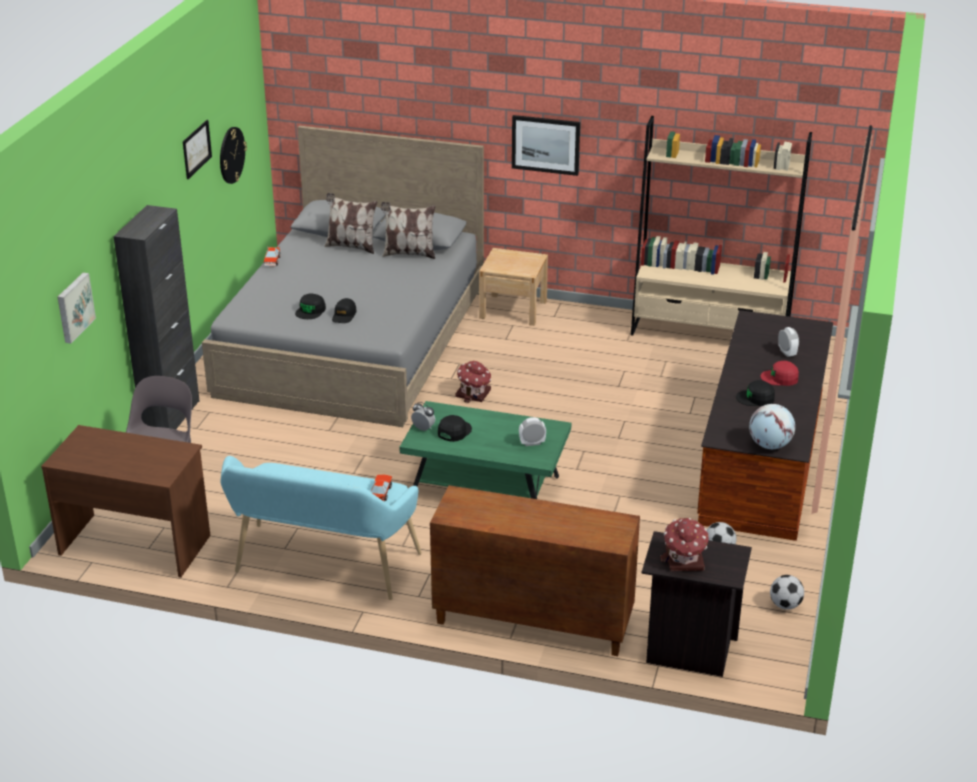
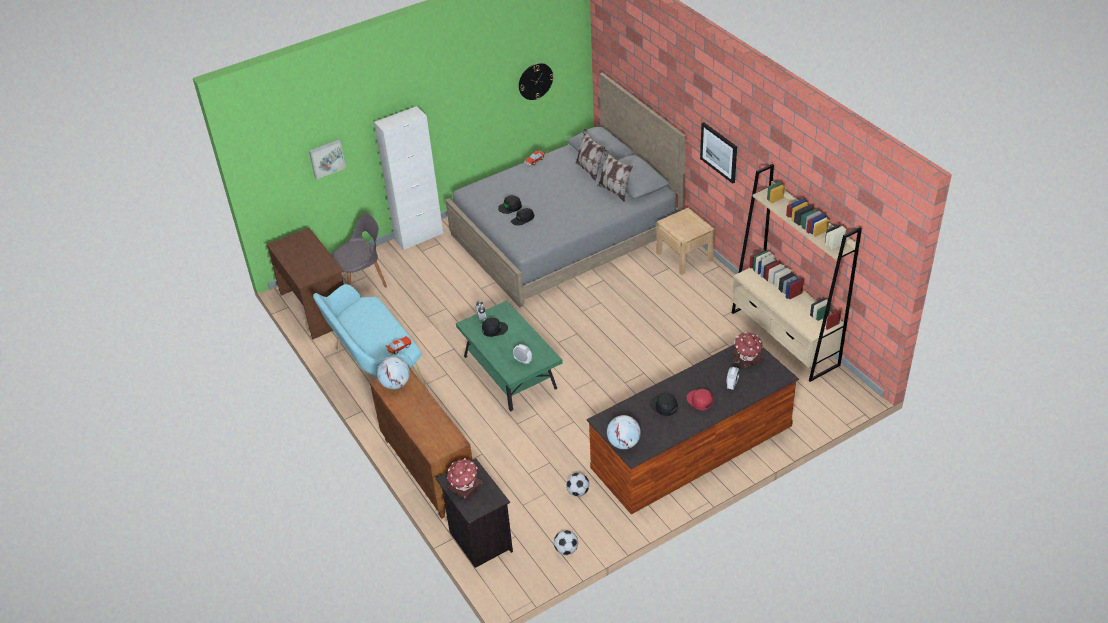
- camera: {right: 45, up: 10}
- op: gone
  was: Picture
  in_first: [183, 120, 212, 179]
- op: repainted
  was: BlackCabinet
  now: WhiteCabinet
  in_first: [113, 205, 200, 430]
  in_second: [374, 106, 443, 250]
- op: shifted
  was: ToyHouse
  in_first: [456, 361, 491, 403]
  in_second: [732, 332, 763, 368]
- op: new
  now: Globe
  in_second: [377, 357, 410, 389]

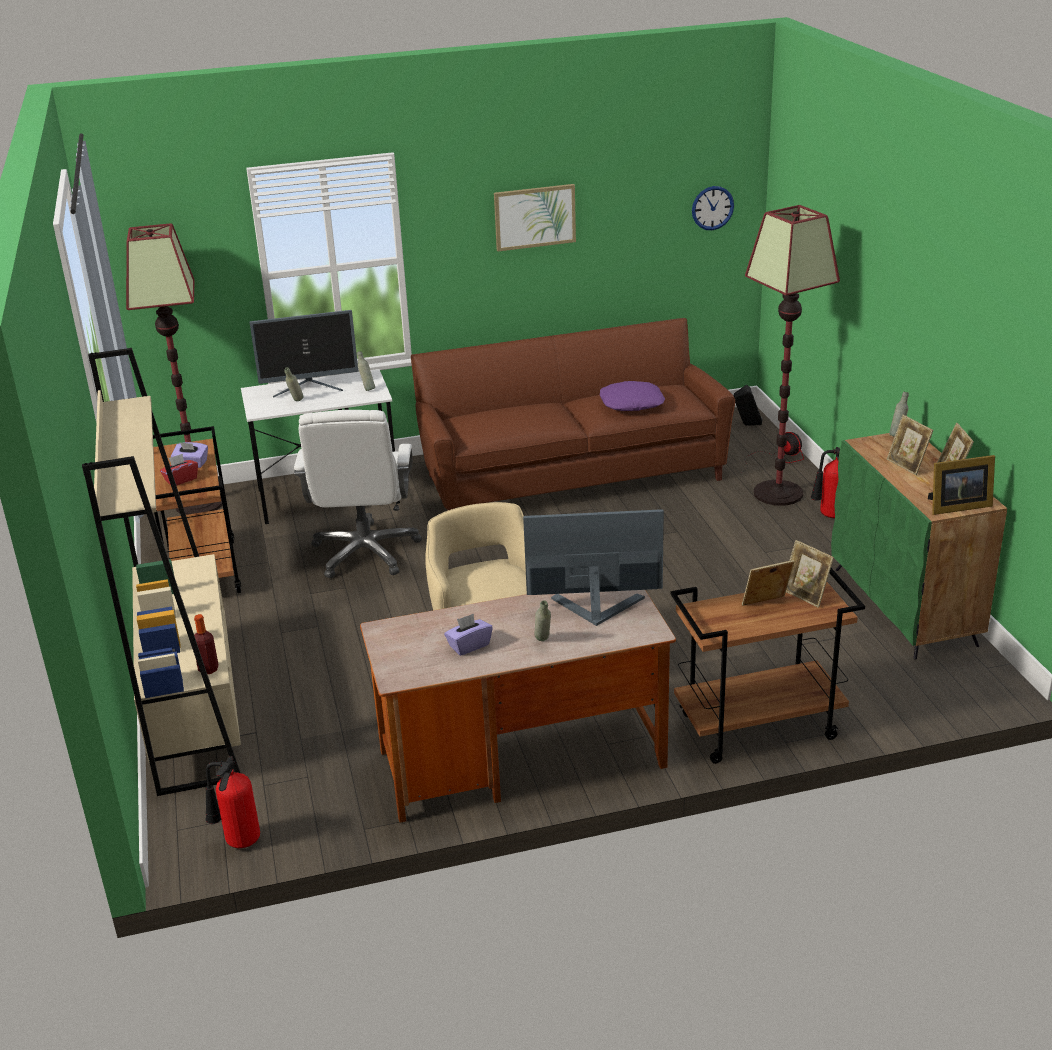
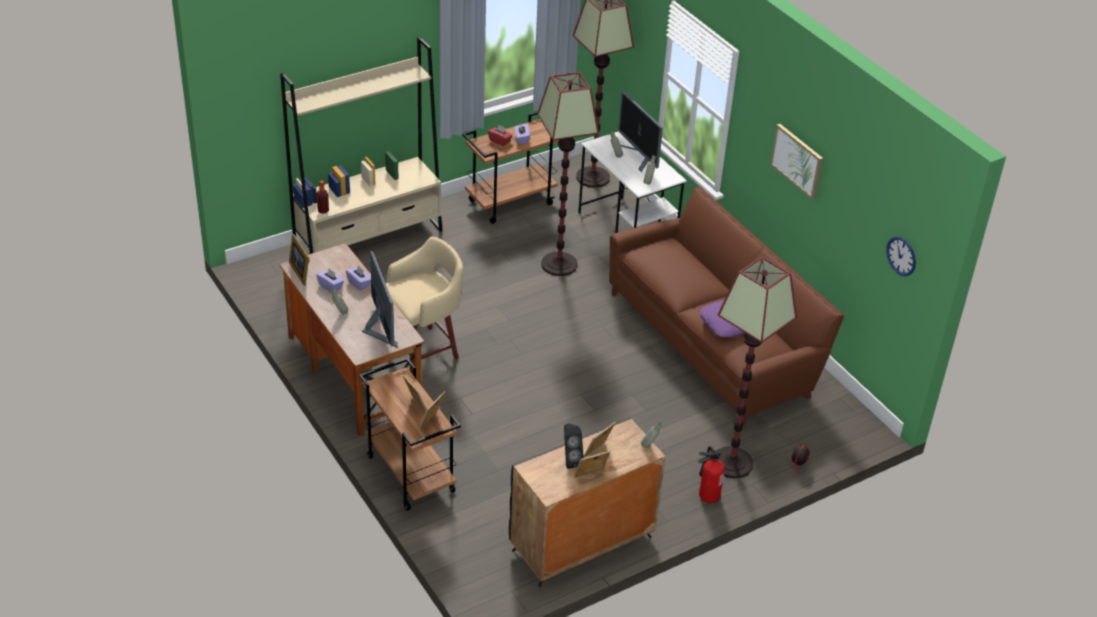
- camera: {right: 70, up: 10}
- op: shifted
  was: BlackSpeaker
  in_first: [734, 385, 763, 426]
  in_second: [564, 423, 584, 469]
- op: swapped
  was: WhiteOfficeChair
  now: FloorLamp
  in_first: [294, 410, 422, 578]
  in_second: [537, 72, 599, 276]
- op: repainted
  was: GreenCabinet
  now: BlackCabinet
  in_first: [831, 433, 1007, 659]
  in_second: [509, 418, 665, 587]
- op: shifted
  was: PictureFrame
  in_first: [928, 455, 995, 515]
  in_second: [289, 234, 309, 286]
- op: gone
  was: FireExtinguisher
  in_first: [205, 756, 260, 848]
- op: new
  now: PurpleTissueBox
  in_second: [346, 266, 371, 291]

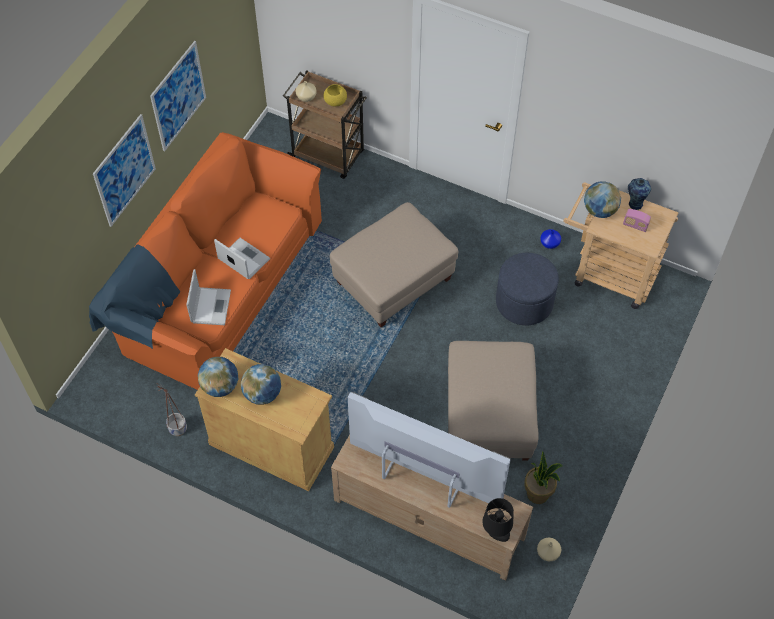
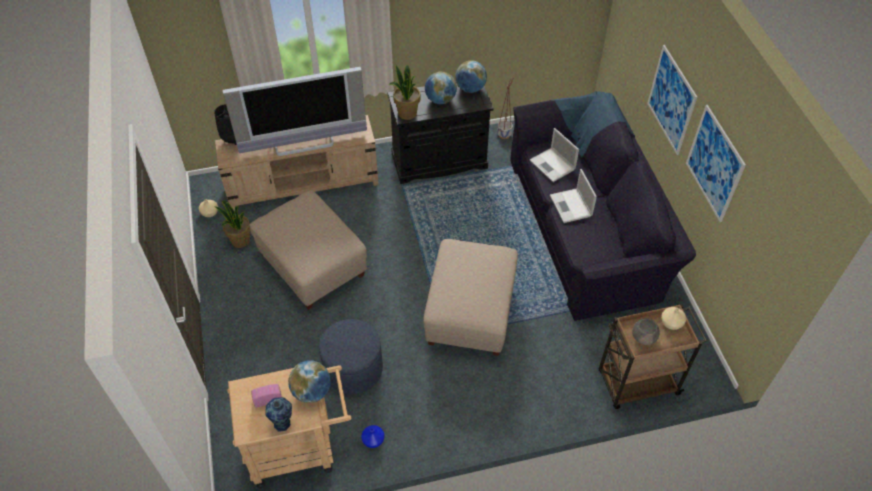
- camera: {right: 140, up: -5}
- op: repainted
  was: YellowBowl
  now: GreyBowl
  in_first: [324, 84, 347, 106]
  in_second: [632, 318, 660, 345]
- op: repainted
  was: OrangeSofa
  now: BlackSofa
  in_first: [89, 132, 322, 390]
  in_second: [510, 91, 696, 321]
- op: rotated
  was: Laptop
  in_first: [214, 238, 270, 279]
  in_second: [550, 169, 597, 223]
  clockwise: 75
- op: repainted
  was: BeigeCabinet
  now: BlackCabinet
  in_first: [195, 348, 334, 491]
  in_second: [387, 81, 494, 184]
- op: new
  now: PottedPlant
  in_second: [389, 64, 421, 120]

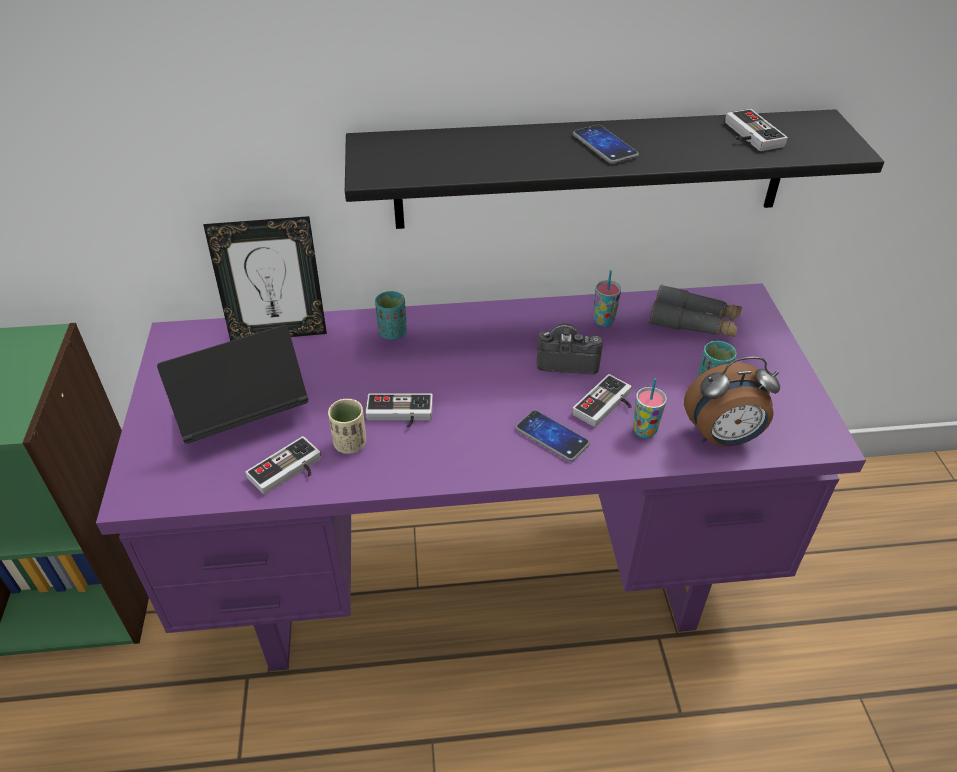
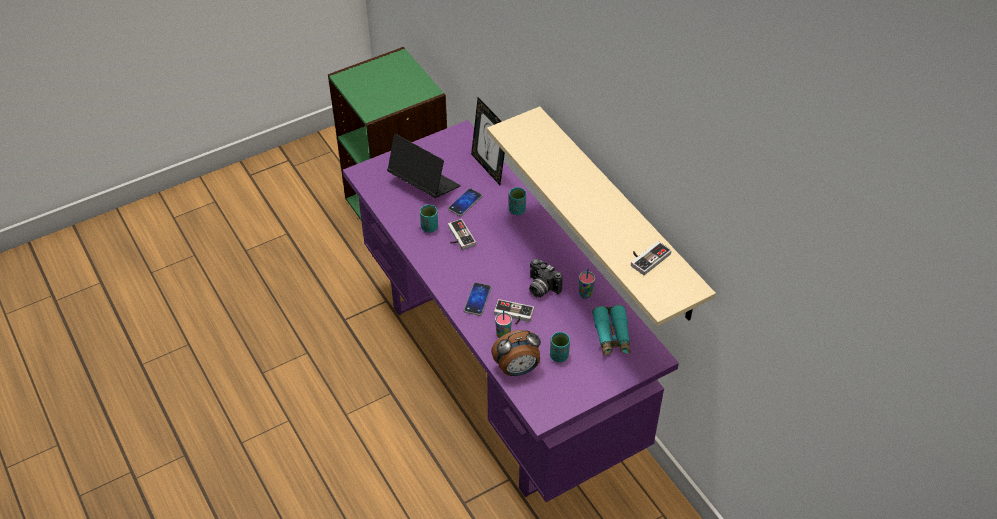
- camera: {right: 65, up: 5}
- op: repainted
  was: BlackShelf
  now: BeigeShelf
  in_first: [345, 109, 884, 229]
  in_second: [487, 106, 716, 326]
- op: shifted
  was: Phone
  in_first: [573, 125, 639, 164]
  in_second: [448, 188, 482, 216]
- op: repainted
  was: GreyBinoculars
  now: TurquoiseBinoculars
  in_first: [649, 285, 742, 337]
  in_second: [592, 305, 631, 356]
- op: rotated
  was: PhotoCamera
  in_first: [537, 323, 603, 374]
  in_second: [529, 259, 563, 298]
  clockwise: 150
- op: rotated
  was: AlarmClock
  in_first: [684, 357, 780, 446]
  in_second: [491, 330, 541, 376]
  clockwise: -75
- op: repainted
  was: BeigeCup
  now: TurquoiseCup
  in_first: [328, 399, 366, 454]
  in_second: [420, 205, 438, 233]
- op: gone
  was: GameController
  in_first: [245, 436, 321, 495]

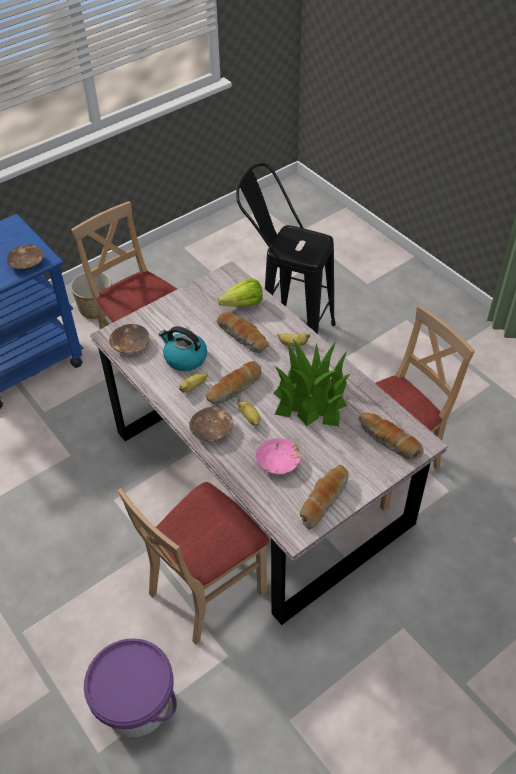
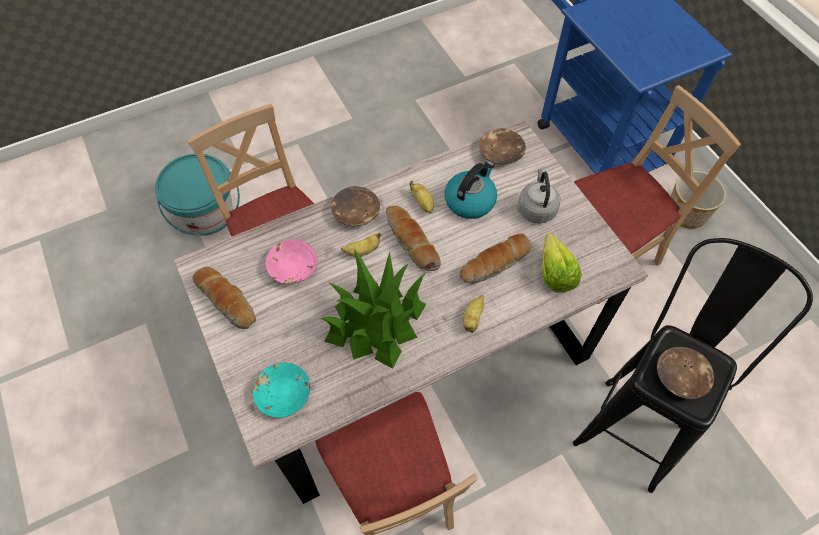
- camera: {right: 100, up: 10}
- op: shifted
  was: BrownBowl
  in_first: [7, 245, 44, 270]
  in_second: [657, 347, 714, 399]
- op: swapped
  was: Bread
  now: TurquoiseBowl
  in_first: [359, 412, 424, 459]
  in_second: [253, 363, 310, 418]
- op: repainted
  was: PurpleBucket
  now: TurquoiseBucket
  in_first: [84, 638, 177, 737]
  in_second: [155, 154, 240, 236]
- op: new
  now: GreyKettle
  in_second: [518, 168, 560, 224]

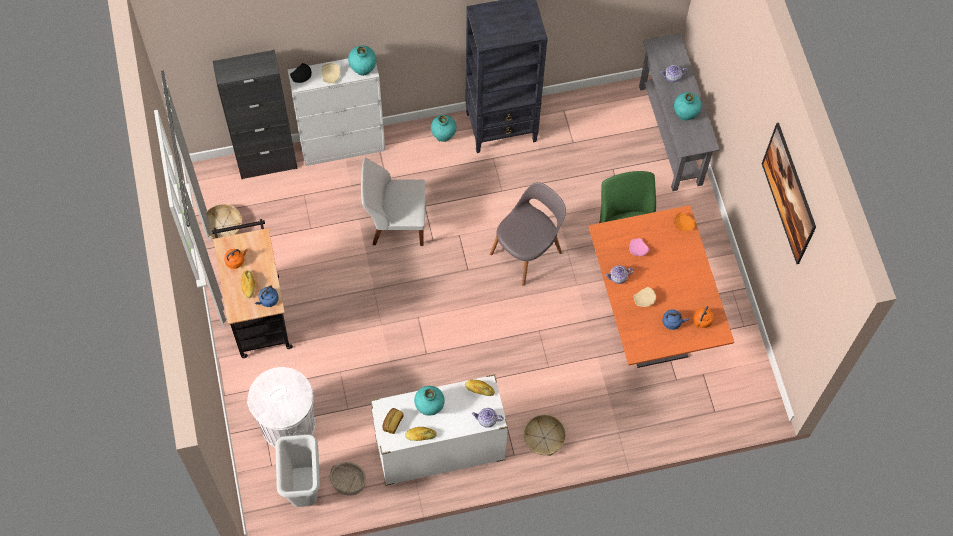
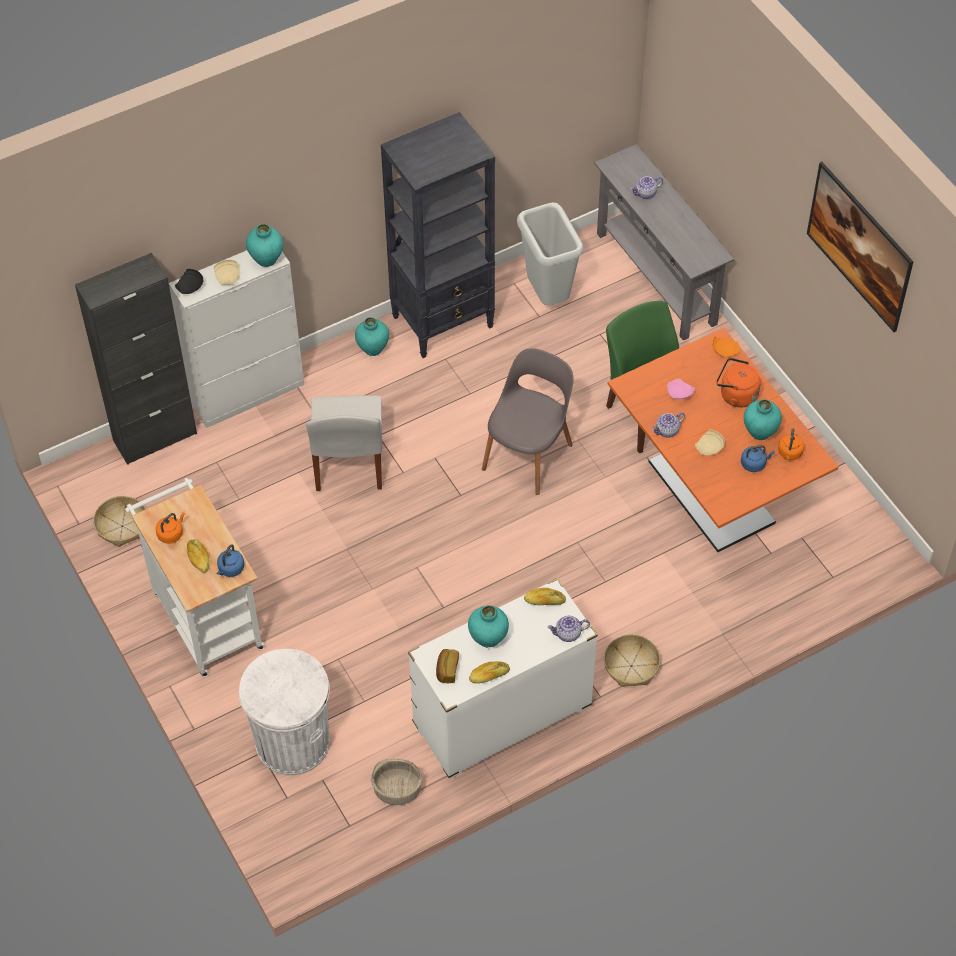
- camera: {right: -15, up: -10}
- op: shifted
  was: TurquoiseVase
  in_first: [674, 92, 701, 121]
  in_second: [744, 399, 782, 440]
- op: rotated
  was: WhiteChair
  in_first: [361, 158, 426, 246]
  in_second: [306, 395, 382, 491]
  clockwise: -75
- op: repainted
  was: BlackCart
  now: WhiteCart
  in_first: [212, 219, 293, 358]
  in_second: [125, 478, 265, 677]
- op: shifted
  was: GreyTrashCan
  in_first: [275, 434, 320, 507]
  in_second: [517, 202, 584, 306]
- op: new
  now: OrangeKettle
  in_second: [716, 358, 761, 407]

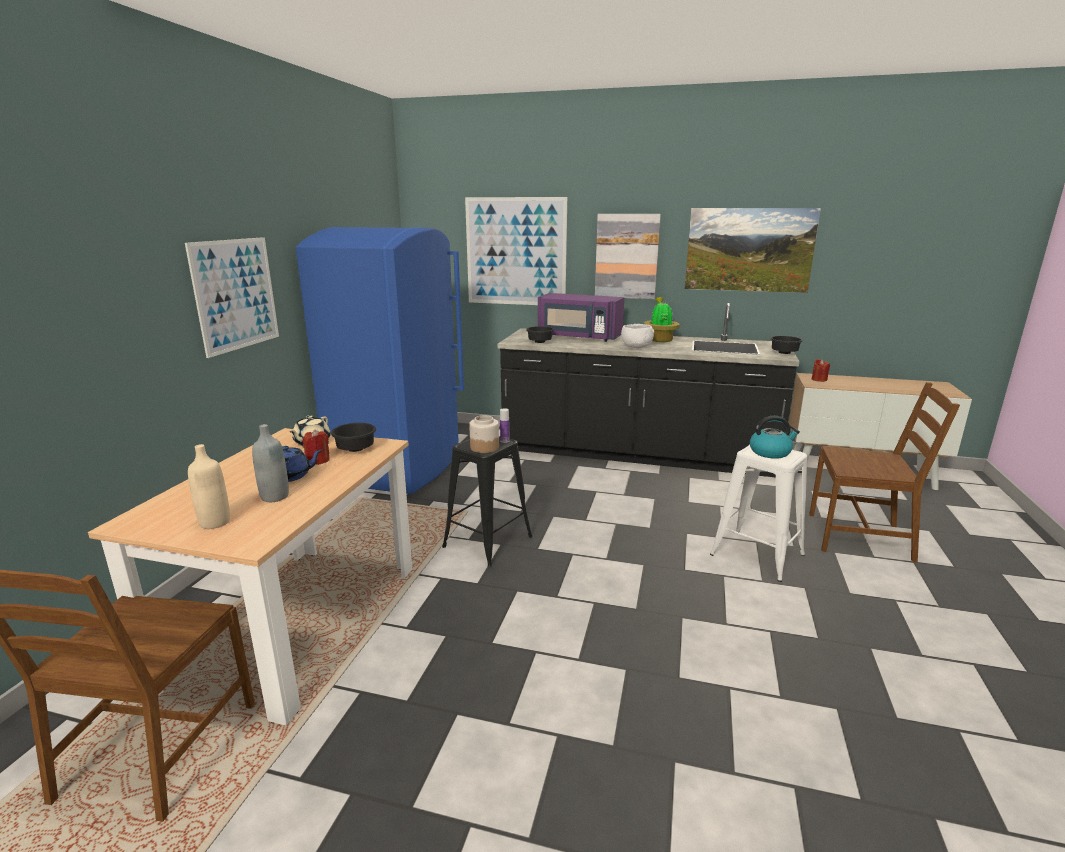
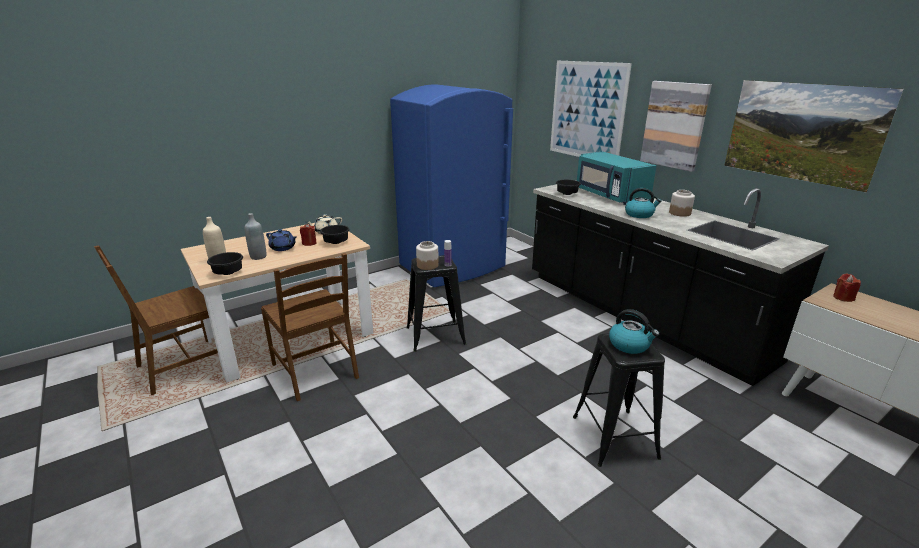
- camera: {right: 40, up: 5}
- op: gone
  was: Picture
  in_first: [185, 237, 279, 358]
- op: repainted
  was: PurpleMicrowave
  now: TurquoiseMicrowave
  in_first: [538, 293, 624, 342]
  in_second: [577, 151, 657, 205]
- op: swapped
  was: PottedPlant
  now: Jar
  in_first: [644, 297, 680, 342]
  in_second: [669, 190, 695, 217]
- op: swapped
  was: WhiteBowl
  now: Kettle
  in_first: [621, 324, 654, 348]
  in_second: [625, 188, 661, 218]
- op: shifted
  was: BlackBowl
  in_first: [770, 336, 803, 354]
  in_second: [207, 252, 243, 275]
- op: shifted
  was: BrownChair
  in_first: [809, 382, 960, 562]
  in_second: [261, 253, 359, 401]
- op: repainted
  was: WhiteStool
  now: BlackStool
  in_first: [710, 445, 807, 582]
  in_second: [573, 333, 665, 467]

